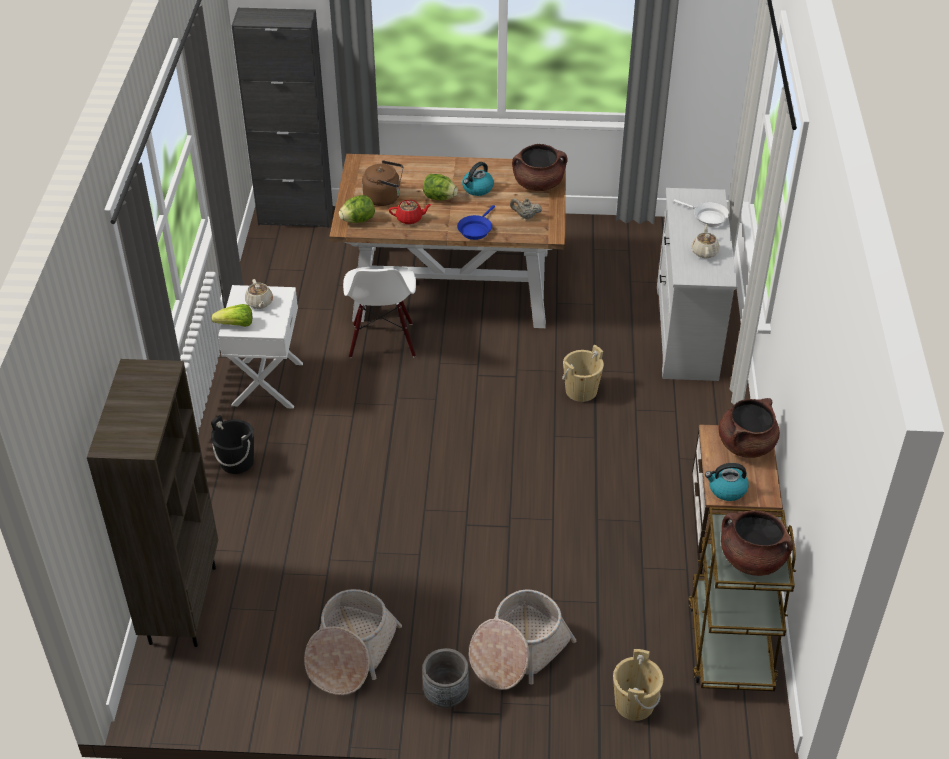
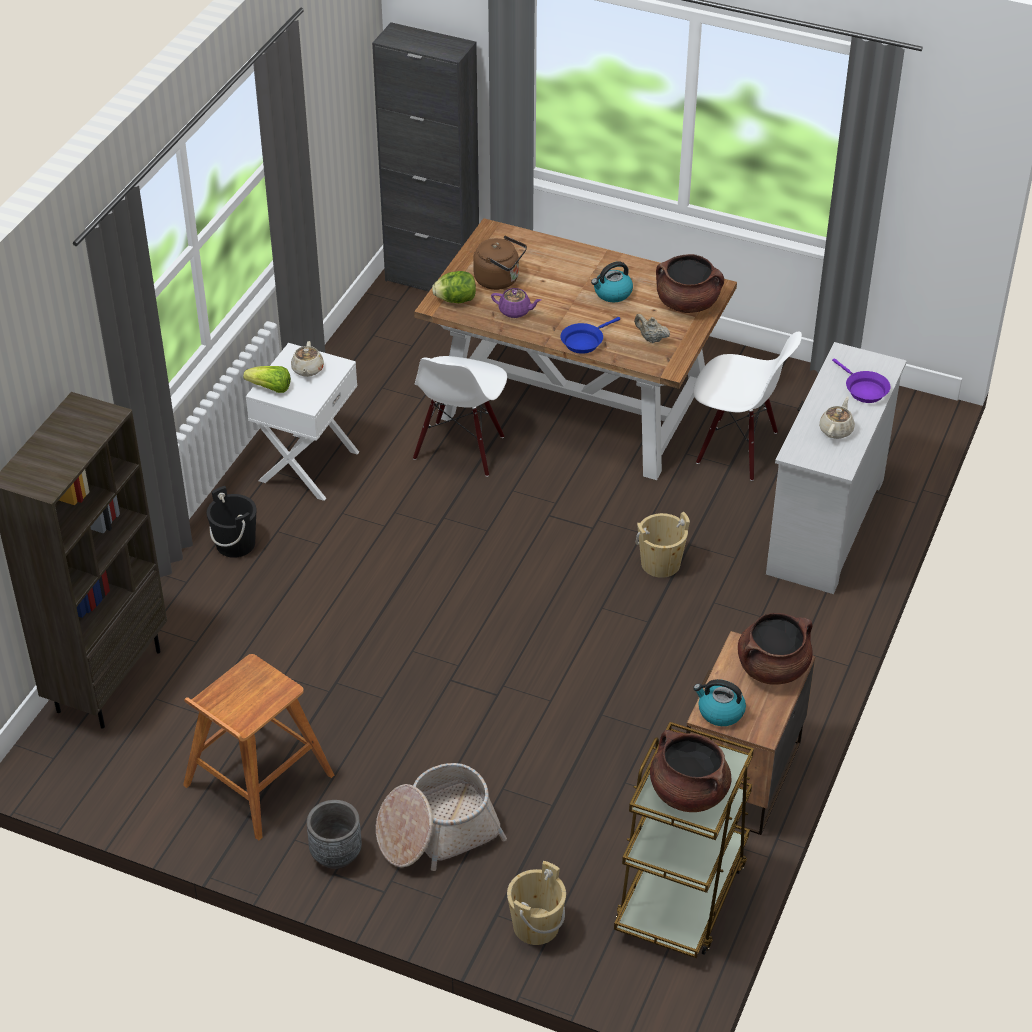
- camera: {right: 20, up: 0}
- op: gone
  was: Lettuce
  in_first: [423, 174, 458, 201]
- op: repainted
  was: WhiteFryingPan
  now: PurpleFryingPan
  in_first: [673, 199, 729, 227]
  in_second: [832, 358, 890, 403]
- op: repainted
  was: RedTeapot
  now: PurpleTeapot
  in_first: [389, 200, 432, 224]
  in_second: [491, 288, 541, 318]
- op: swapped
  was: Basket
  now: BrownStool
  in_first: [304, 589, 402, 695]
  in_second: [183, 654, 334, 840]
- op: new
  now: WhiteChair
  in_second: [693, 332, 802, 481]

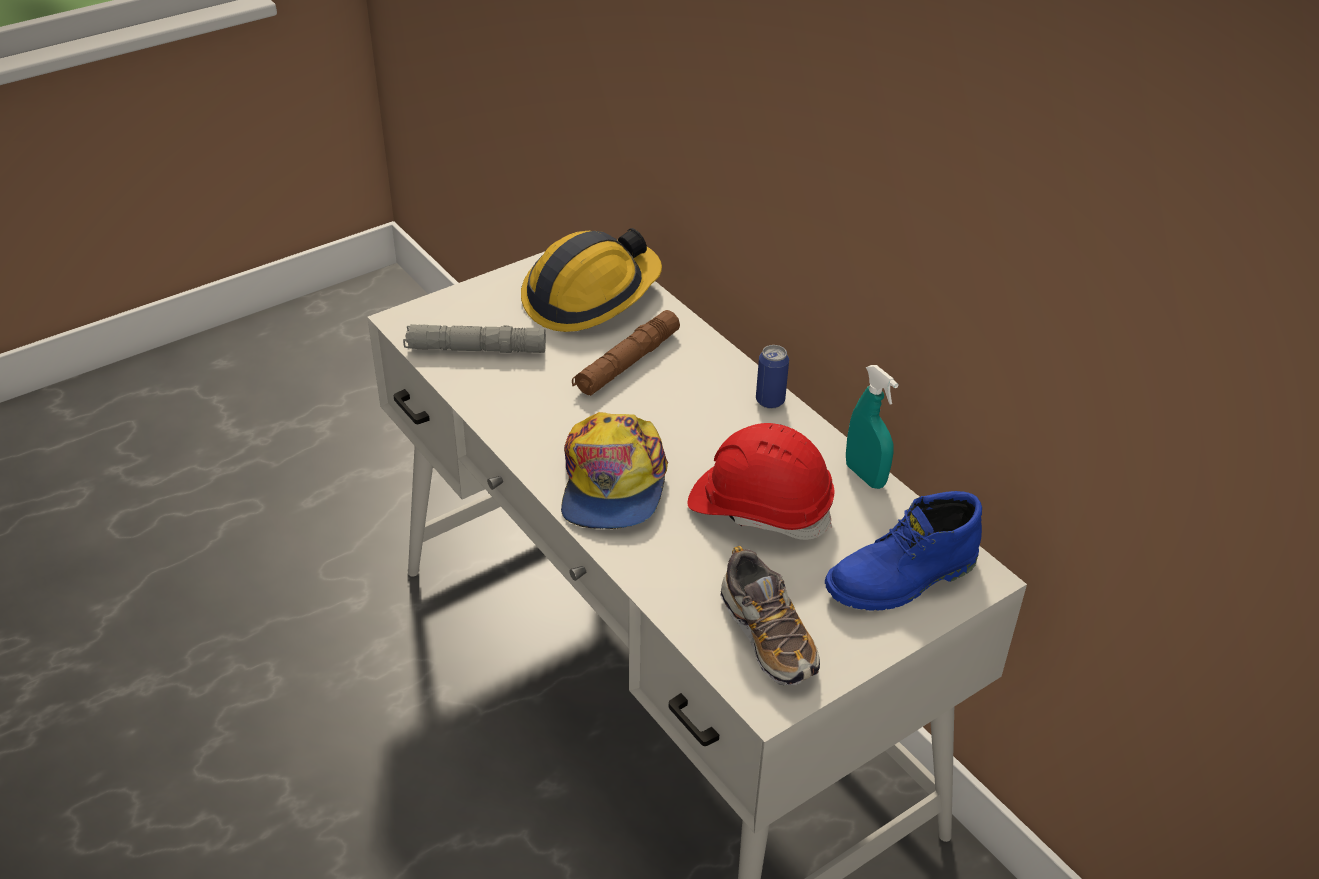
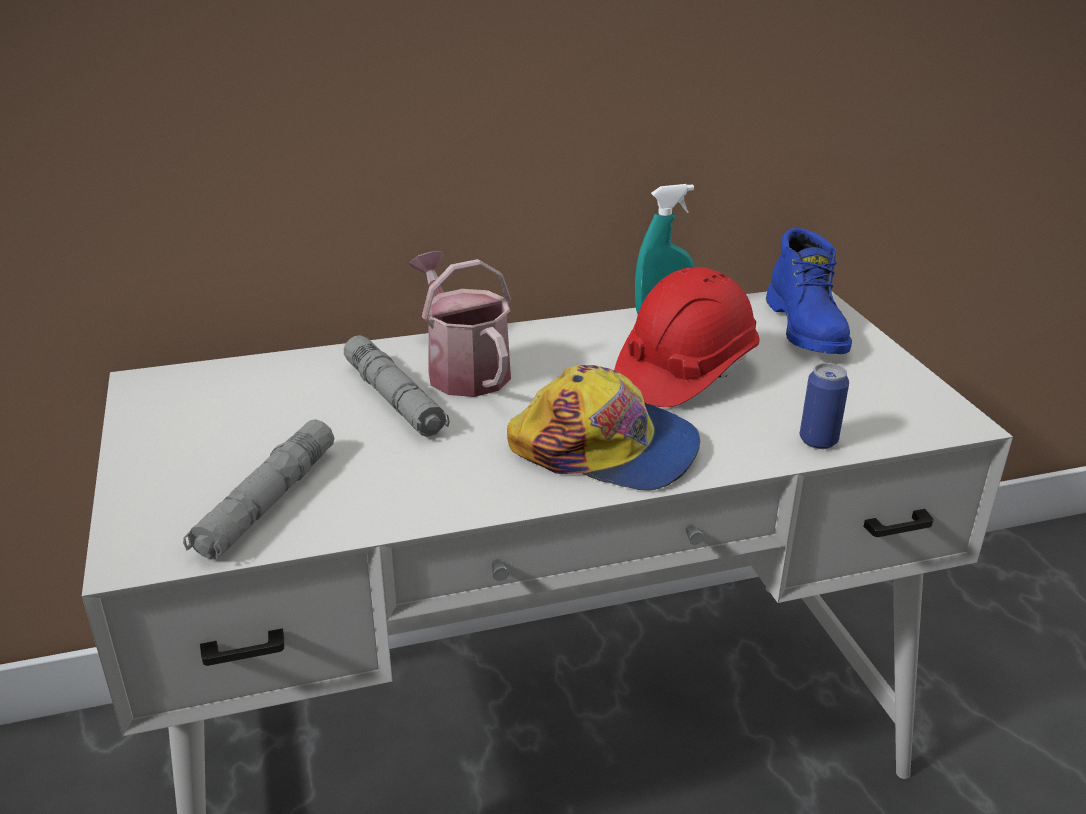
- camera: {right: -70, up: -10}
- op: gone
  was: HardHat
  in_first: [521, 228, 662, 332]
- op: repainted
  was: BrownFlashlight
  now: GreyFlashlight
  in_first: [572, 310, 680, 396]
  in_second: [344, 335, 450, 437]
- op: shifted
  was: Can
  in_first: [756, 345, 789, 409]
  in_second: [800, 363, 849, 449]
- op: gone
  was: Shoe
  in_first: [720, 546, 820, 685]
- op: new
  now: WateringCan
  in_second: [409, 251, 511, 397]

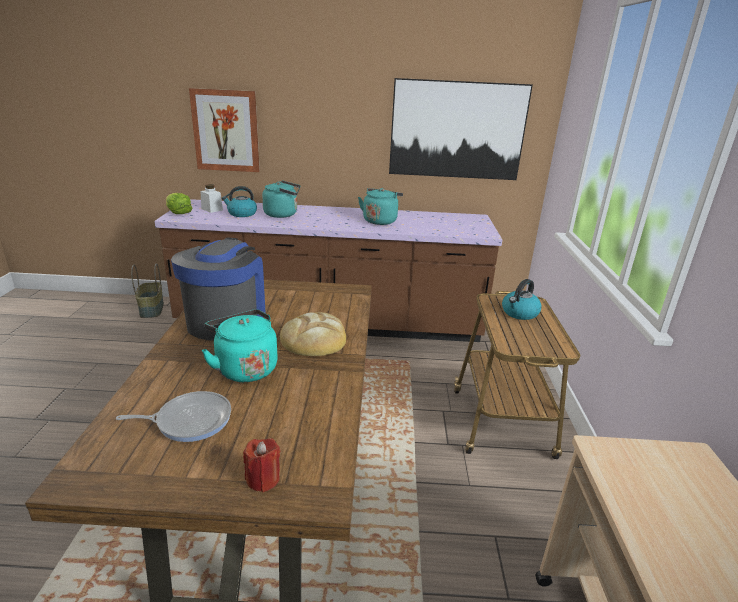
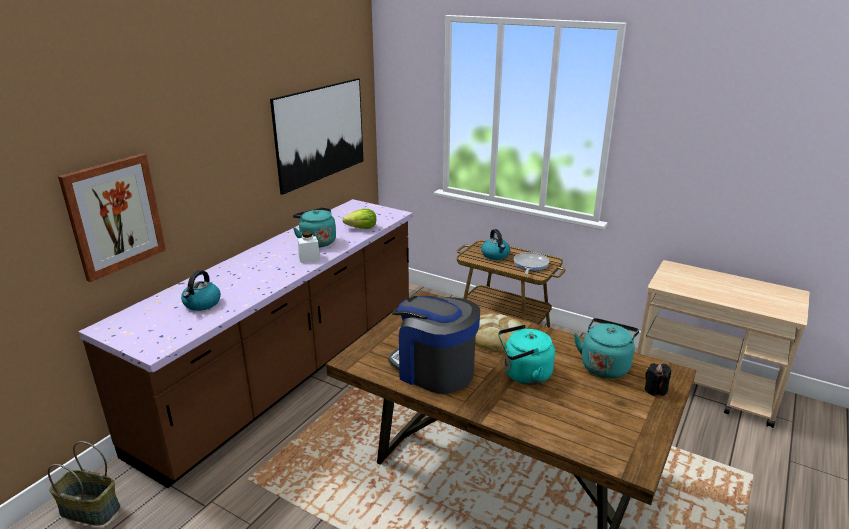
- camera: {right: -60, up: 0}
- op: shifted
  was: TurquoiseKettle
  in_first: [262, 180, 300, 218]
  in_second: [574, 318, 639, 378]
- op: shifted
  was: WhiteJar
  in_first: [200, 184, 223, 213]
  in_second: [298, 231, 320, 263]
- op: shifted
  was: Lettuce
  in_first: [166, 193, 192, 214]
  in_second: [342, 209, 376, 229]
- op: shifted
  was: FryingPan
  in_first: [116, 391, 231, 442]
  in_second: [514, 252, 549, 275]
- op: repainted
  was: RedCandle
  now: BlackCandle
  in_first: [243, 438, 280, 492]
  in_second: [645, 363, 671, 397]

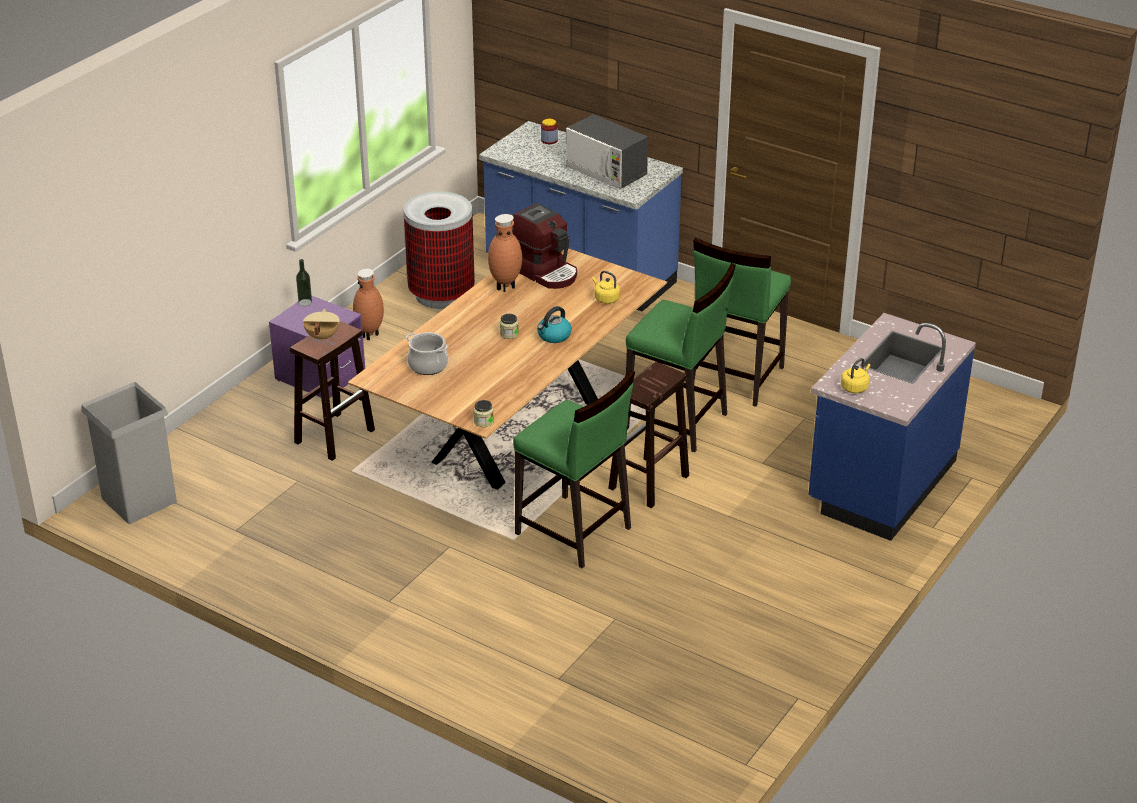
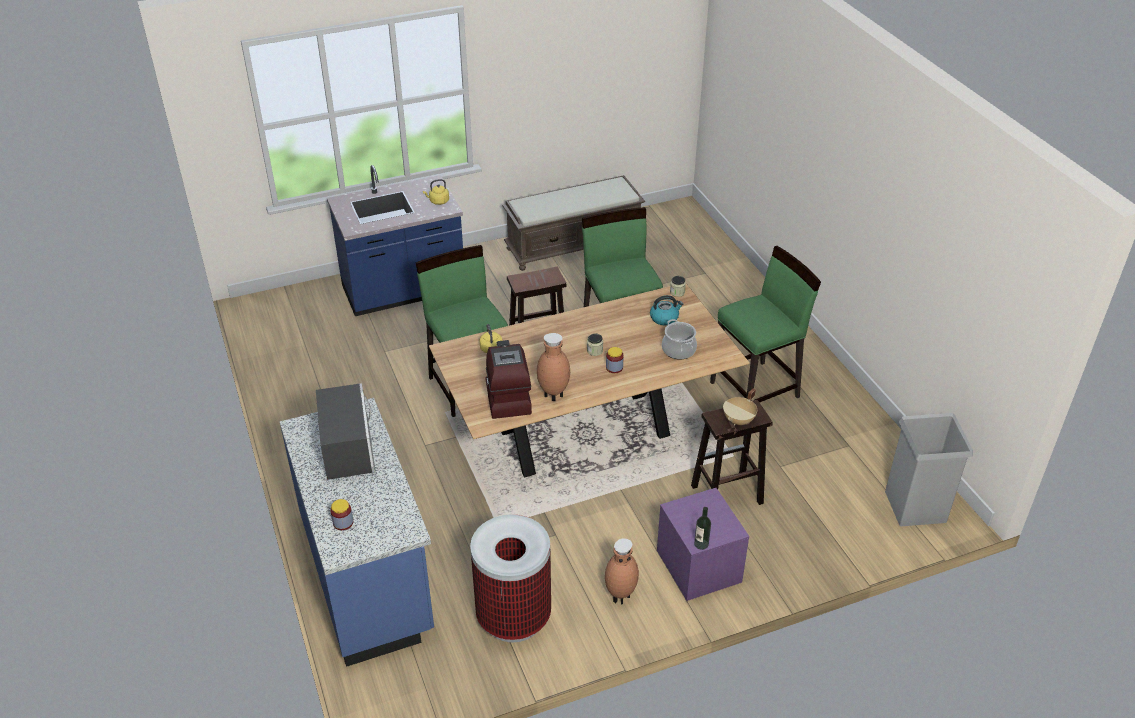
- camera: {right: -145, up: 5}
- op: shifted
  was: GreenStool
  in_first: [693, 238, 791, 407]
  in_second: [710, 246, 821, 402]
- op: shifted
  was: Kettle
  in_first: [537, 306, 572, 343]
  in_second: [650, 295, 683, 325]
- op: new
  now: BrownBench
  in_second: [503, 175, 645, 271]
- op: new
  now: Jar
  in_second: [606, 347, 624, 373]

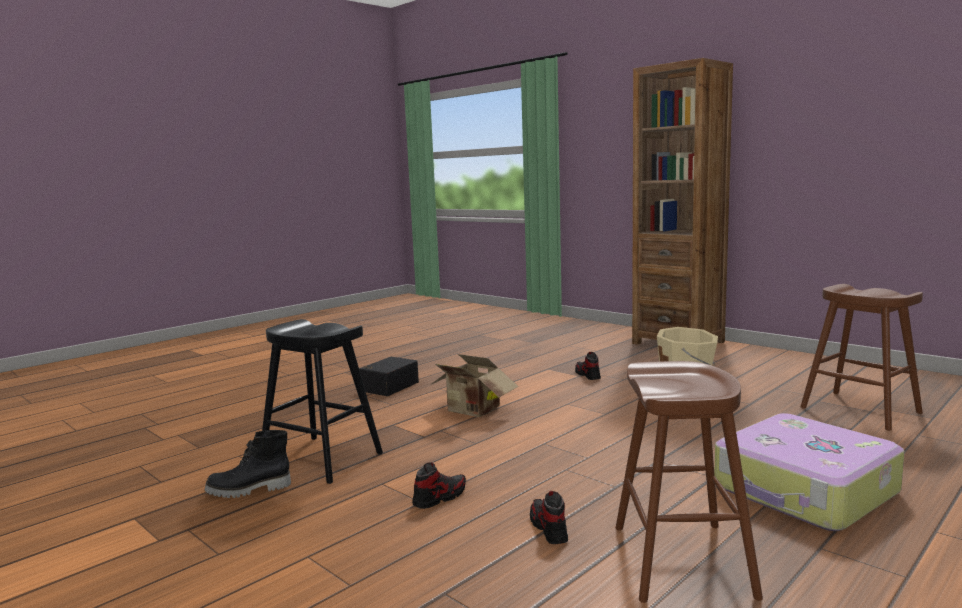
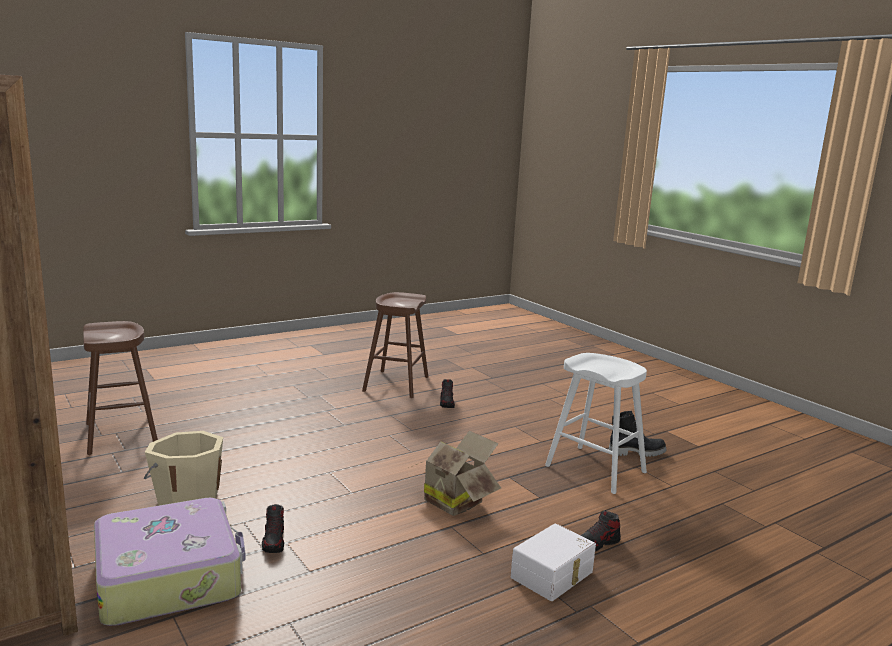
- camera: {right: -170, up: 5}
- op: repainted
  was: BlackStool
  now: WhiteStool
  in_first: [262, 319, 383, 484]
  in_second: [545, 353, 647, 494]
- op: repainted
  was: BlackStorageBox
  now: WhiteStorageBox
  in_first: [359, 357, 419, 396]
  in_second: [511, 523, 596, 601]
- op: shifted
  was: Suitcase
  in_first: [714, 413, 905, 531]
  in_second: [94, 498, 246, 626]
- op: shifted
  was: Shoe
  in_first: [412, 462, 466, 509]
  in_second: [580, 510, 621, 551]

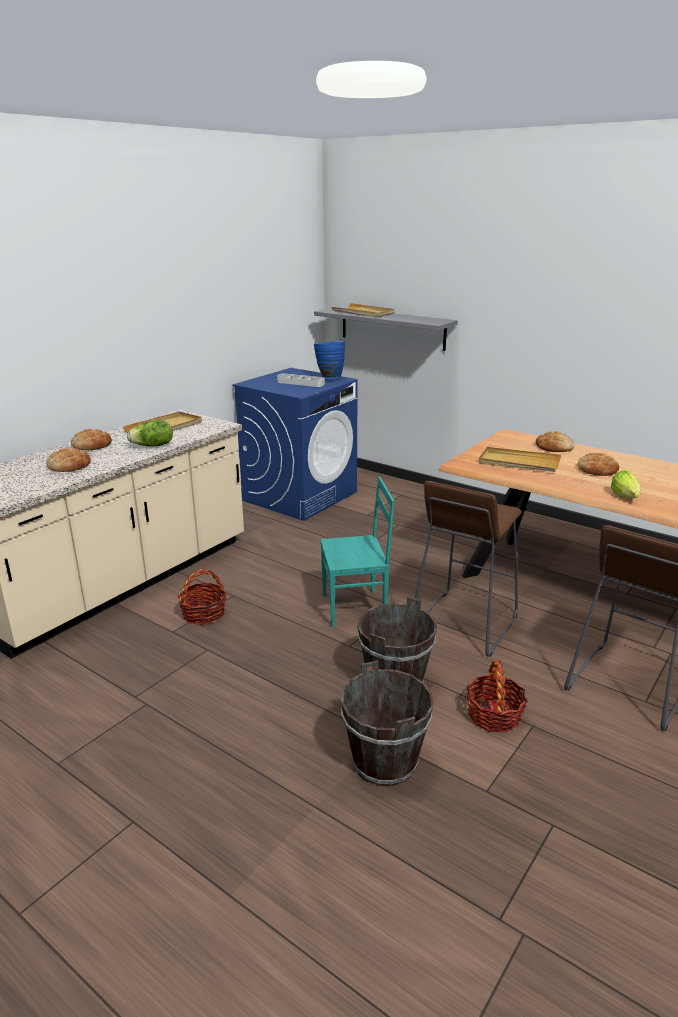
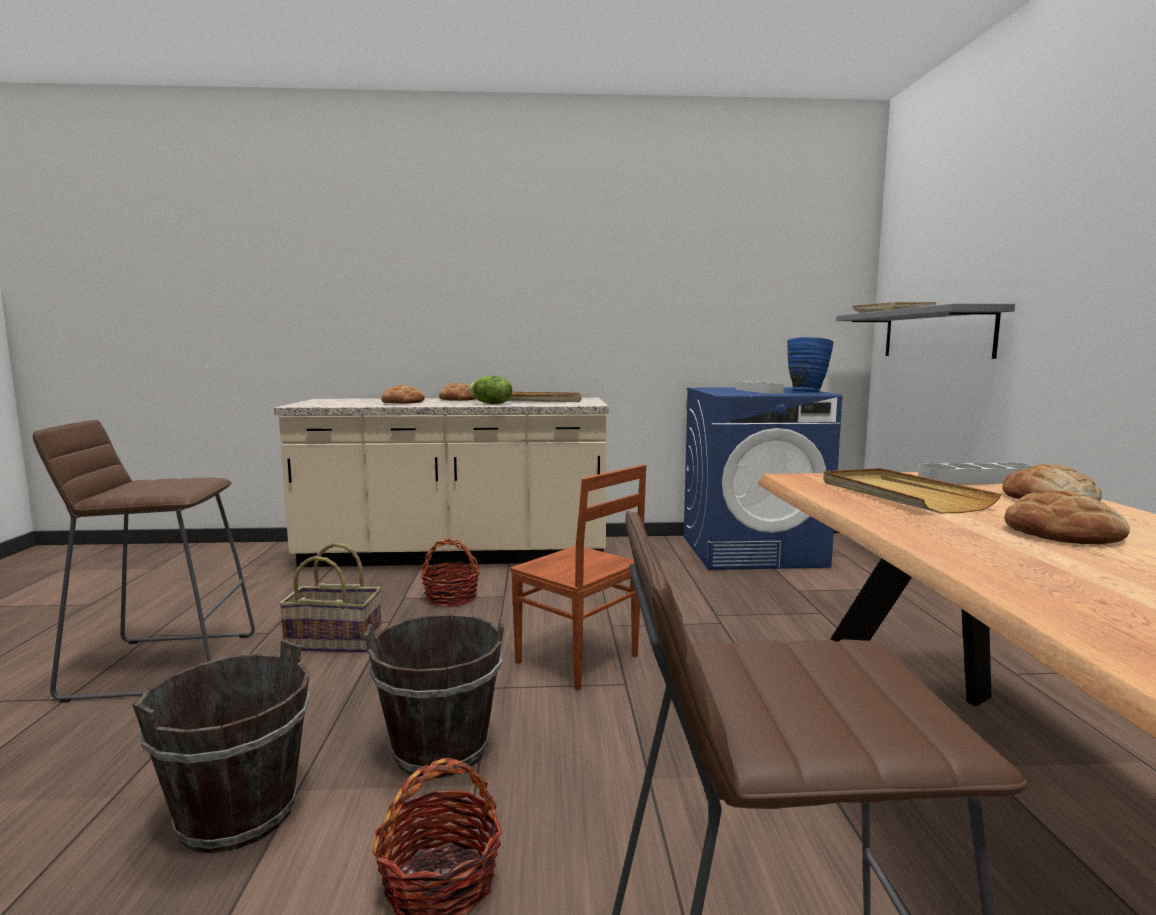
- camera: {right: 50, up: -15}
- op: gone
  was: Lettuce
  in_first: [611, 470, 641, 498]
- op: repainted
  was: TurquoiseChair
  now: BrownChair
  in_first: [320, 476, 394, 628]
  in_second: [510, 464, 646, 690]
- op: shifted
  was: BrownStool
  in_first: [414, 481, 522, 657]
  in_second: [33, 420, 255, 702]
- op: new
  now: GreyTray
  in_second: [918, 463, 1034, 484]
- op: new
  now: Basket
  in_second: [279, 543, 382, 653]

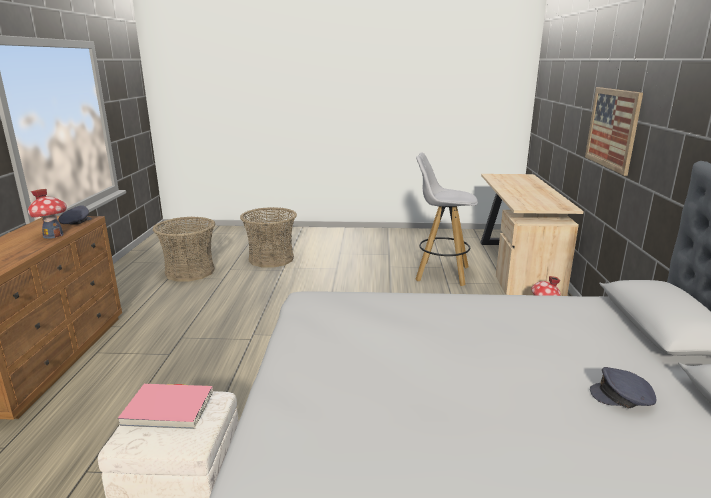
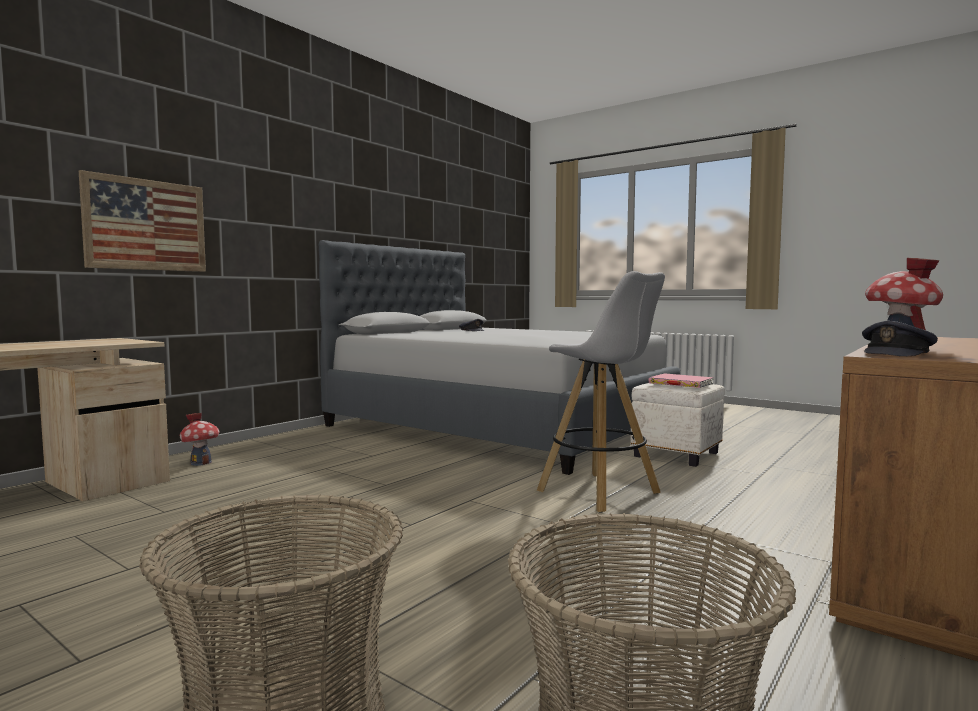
- camera: {right: -145, up: -15}
- op: shifted
  was: WhiteStool
  in_first: [415, 152, 478, 286]
  in_second: [537, 271, 665, 512]

